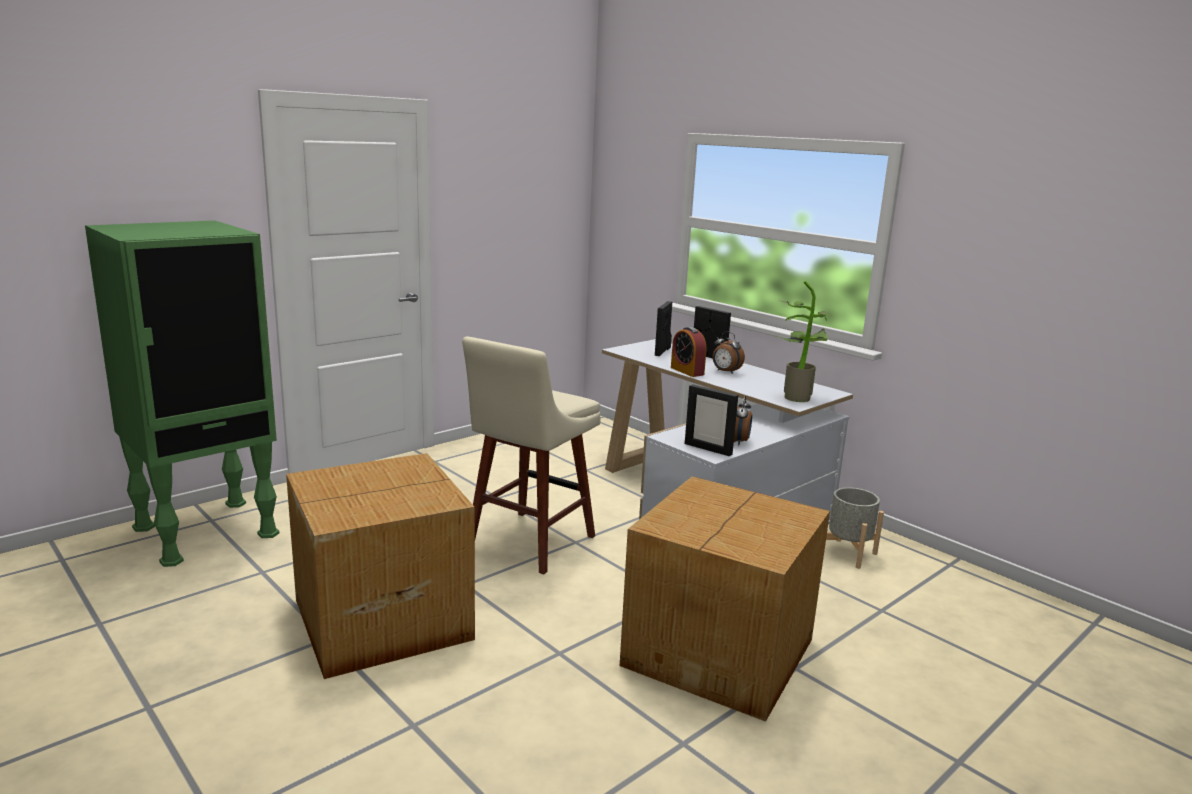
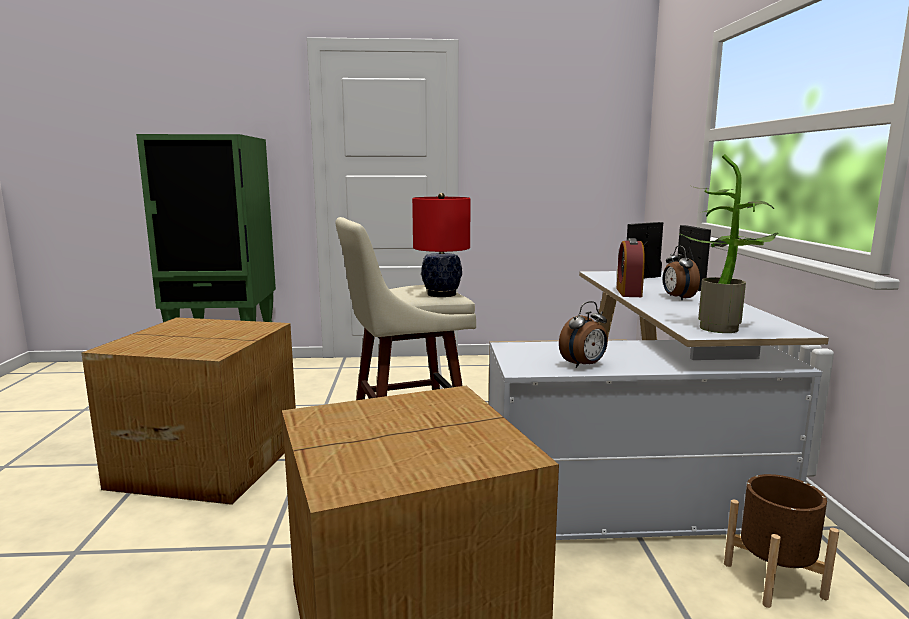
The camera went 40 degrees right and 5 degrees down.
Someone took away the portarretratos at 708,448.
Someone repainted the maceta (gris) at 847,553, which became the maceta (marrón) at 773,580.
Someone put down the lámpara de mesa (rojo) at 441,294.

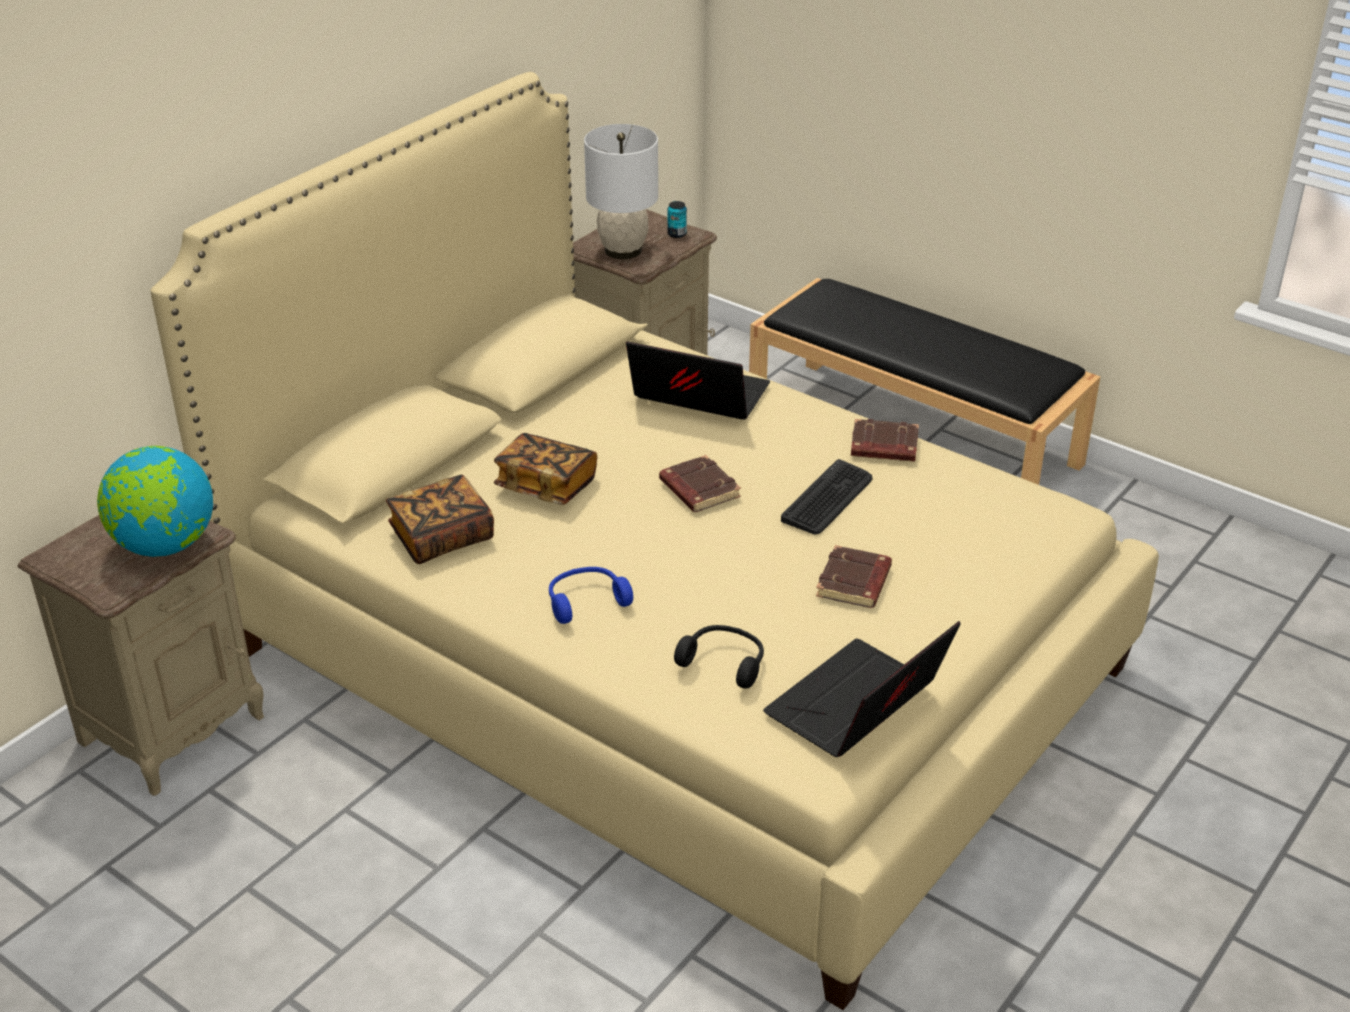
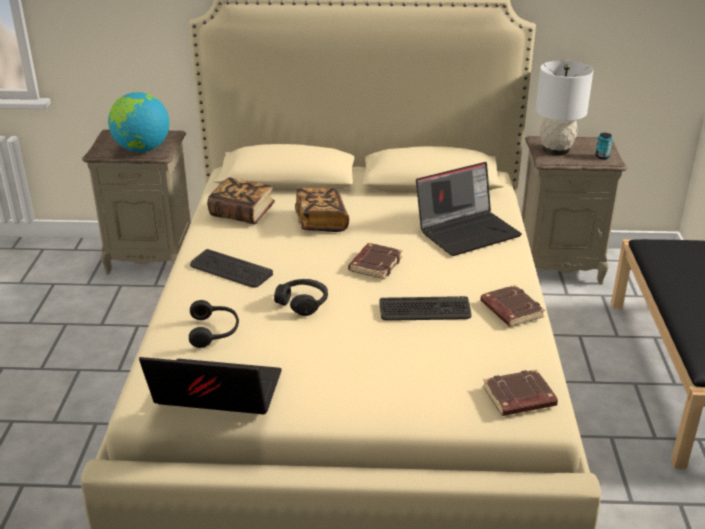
The camera went 55 degrees right and 5 degrees down.
Someone swapped the auriculares (azul) at 586,601 for the teclado at 230,270.
Someone rotated the portátil at 696,397 by 75 degrees clockwise.
Someone carried the libro (marrón) from 854,583 to 519,398.
Someone put down the auriculares (negro) at 303,303.

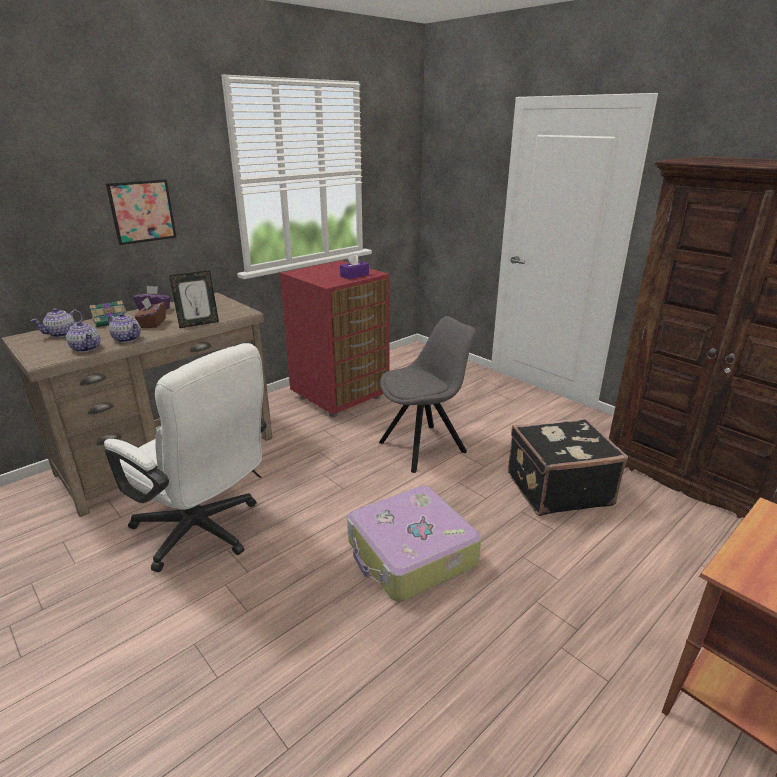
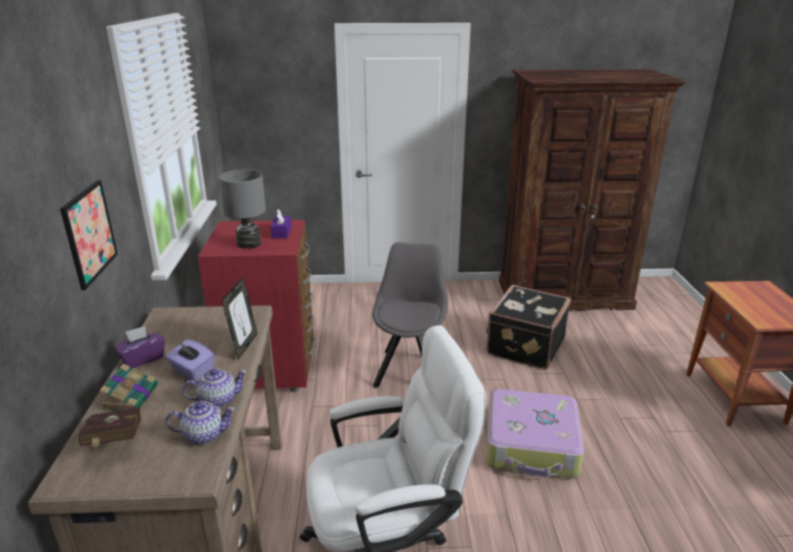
The camera went 50 degrees left and 0 degrees up.
Someone swapped the tetera at 62,334 for the libro (rojo) at 114,443.
Someone repainted the caja de pañuelos (marrón) at 152,323, which became the caja de pañuelos (morado) at 192,372.
Someone put down the lámpara de mesa (gris) at 249,244.

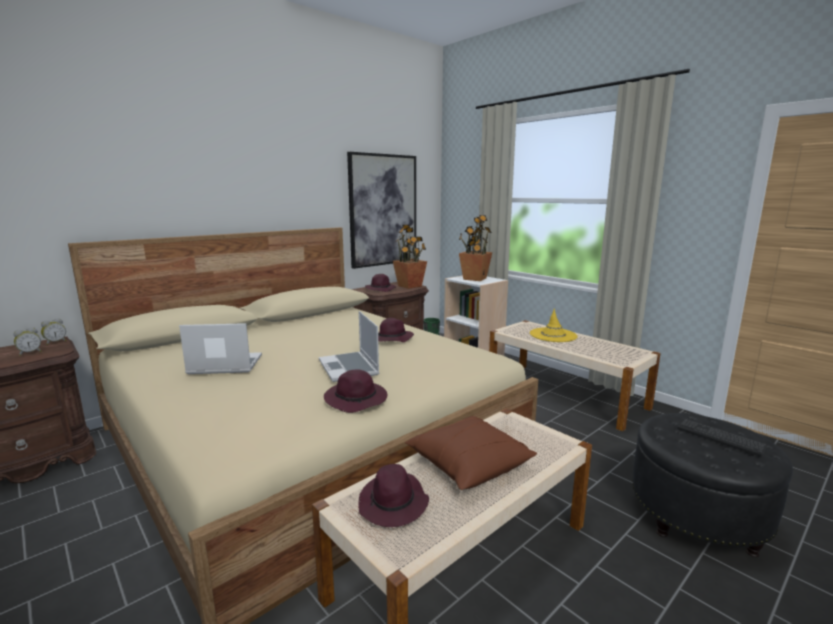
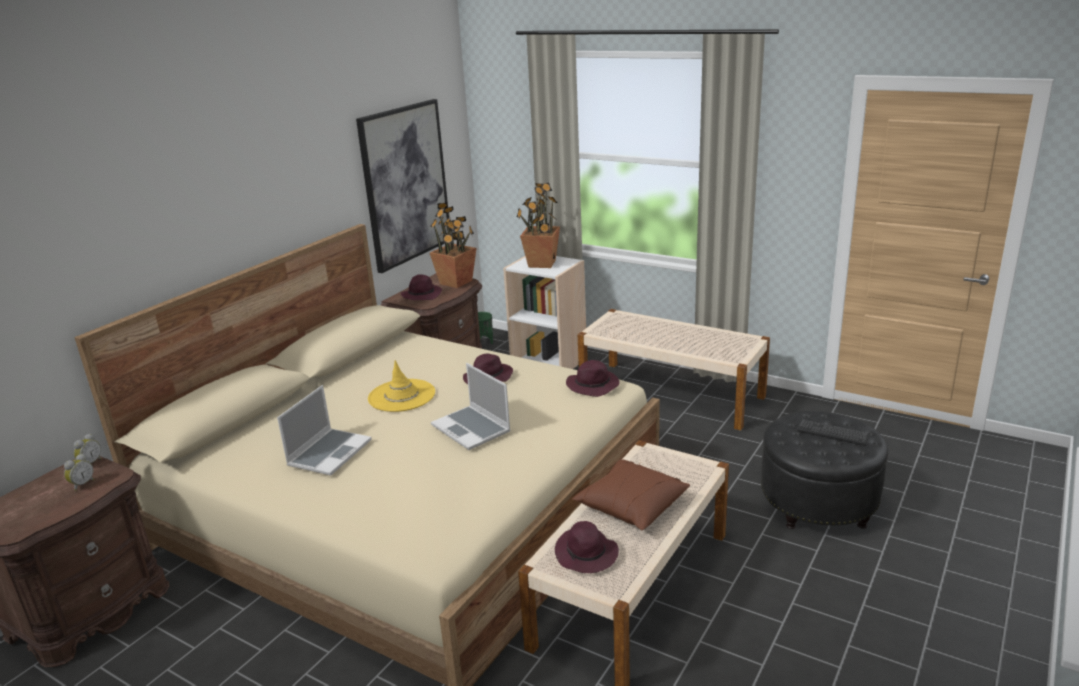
The camera went 15 degrees left and 10 degrees up.
Someone rotated the portátil at 224,365 by 135 degrees clockwise.
Someone carried the sombrero (morado) from 357,400 to 593,385.
Someone carried the sombrero (amarillo) from 553,335 to 402,396.

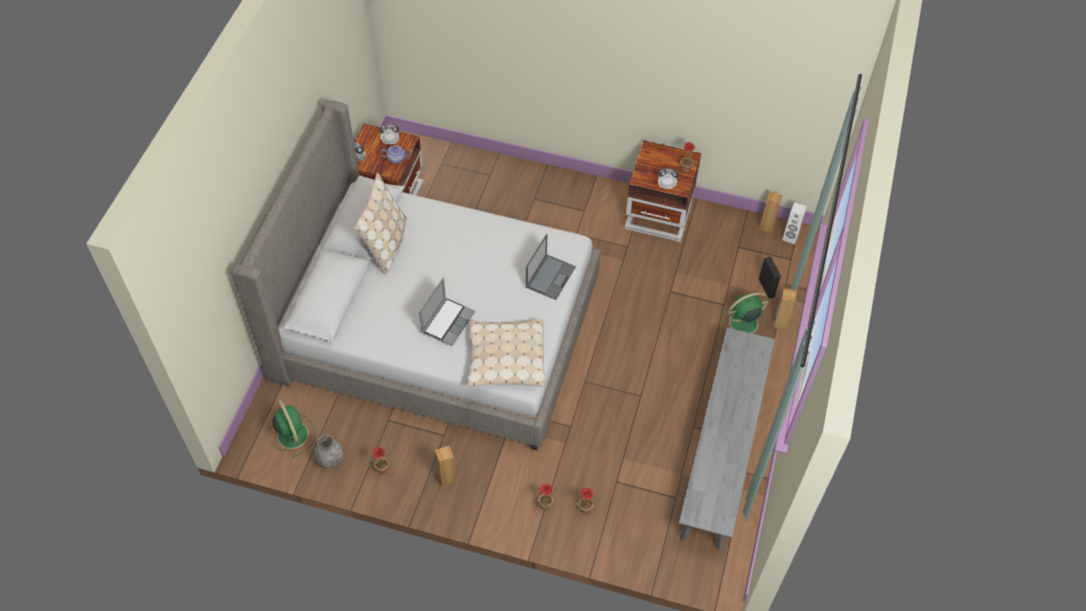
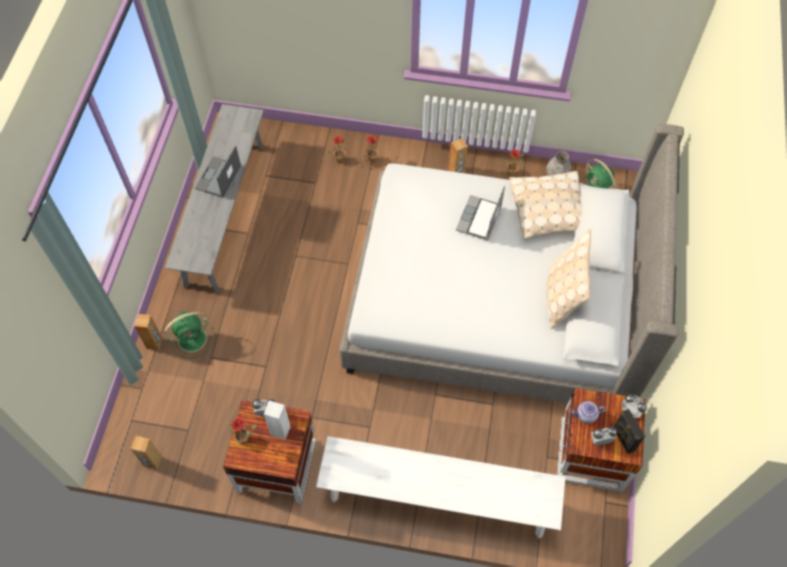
The camera went 175 degrees right and 5 degrees up.
Someone carried the cojín (beis) from 506,360 to 548,210.
Someone carried the portátil from 550,276 to 218,178.
Someone carried the altavoz (negro) from 767,287 to 622,439.
Someone carried the altavoz (blanco) from 790,238 to 280,430.
Someone put down the banco (blanco) at 438,499.

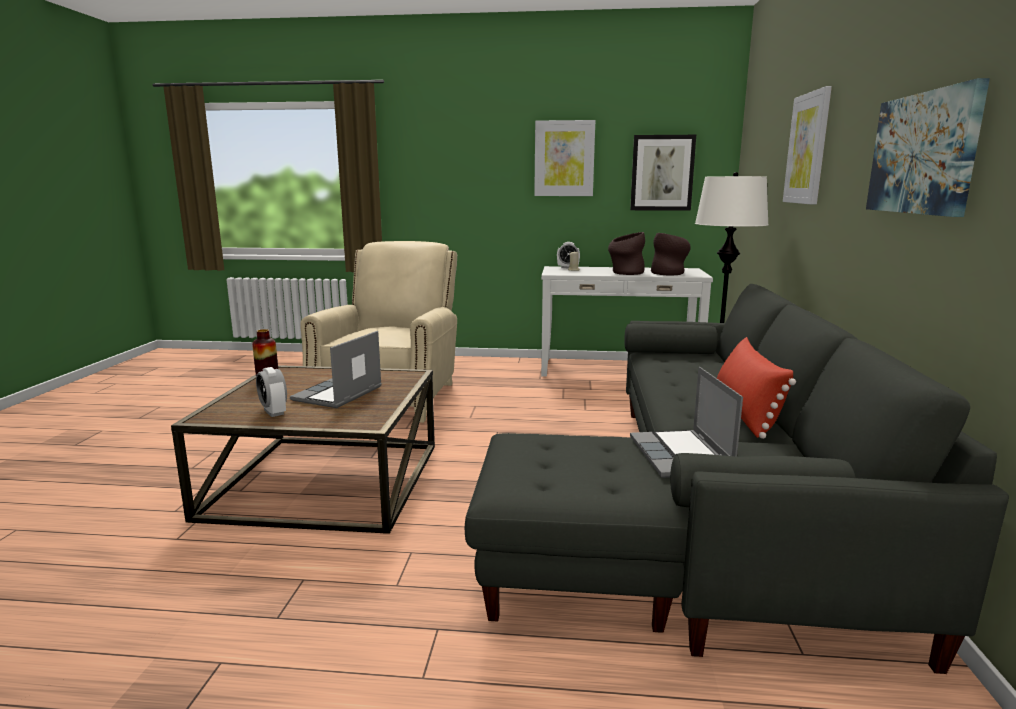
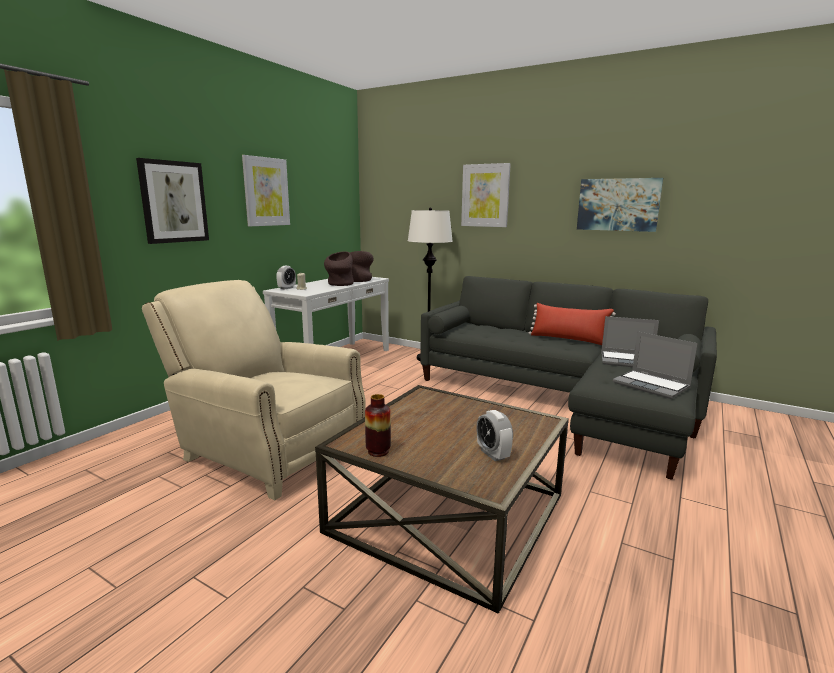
The camera went 65 degrees left and 0 degrees up.
Someone rotated the despertador at 274,412 by 75 degrees clockwise.
Someone carried the portátil from 338,394 to 652,385.
Someone carried the cuadro from 662,173 to 173,202.

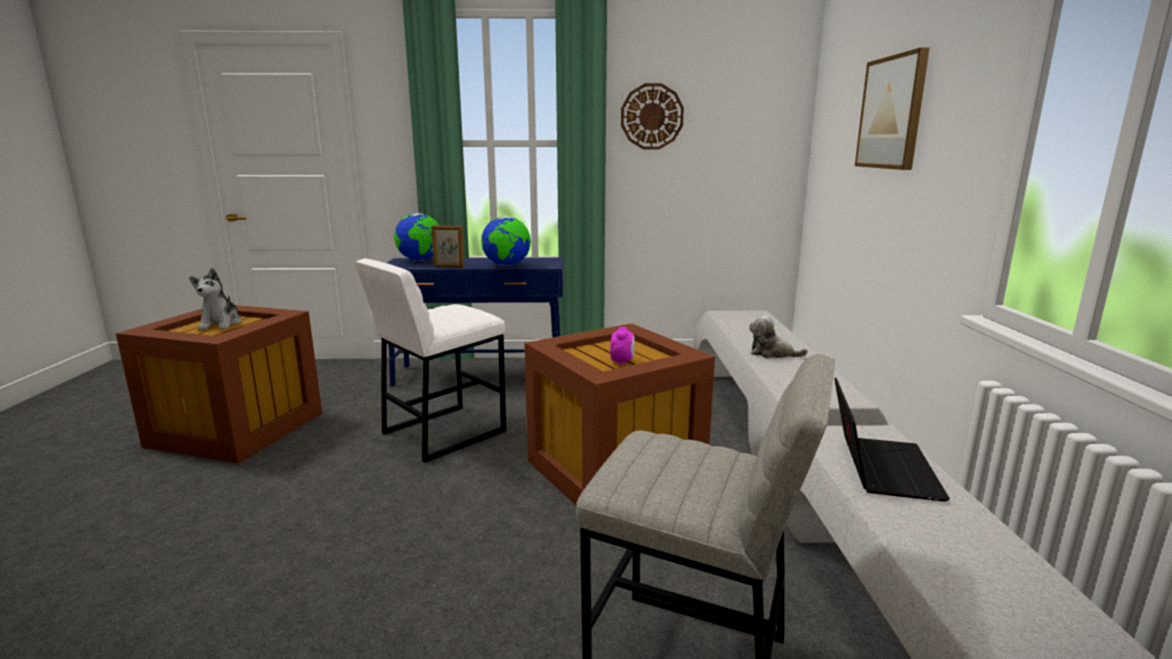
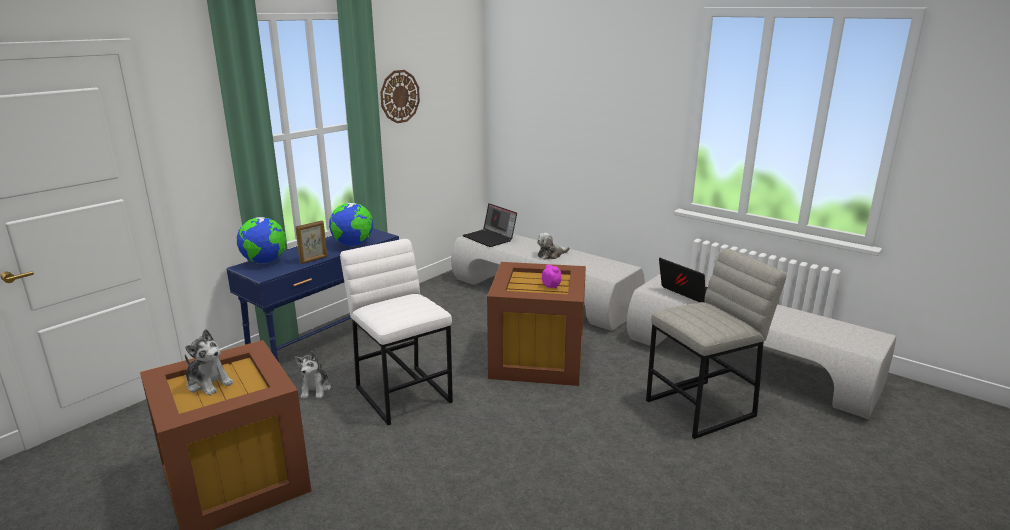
The camera went 50 degrees left and 5 degrees up.
Someone rotated the silla (blanco) at 441,433 by 150 degrees clockwise.
Someone took away the cuadro at 892,113.
Someone put down the peluche at 316,389.
Someone put down the portátil at 490,238.

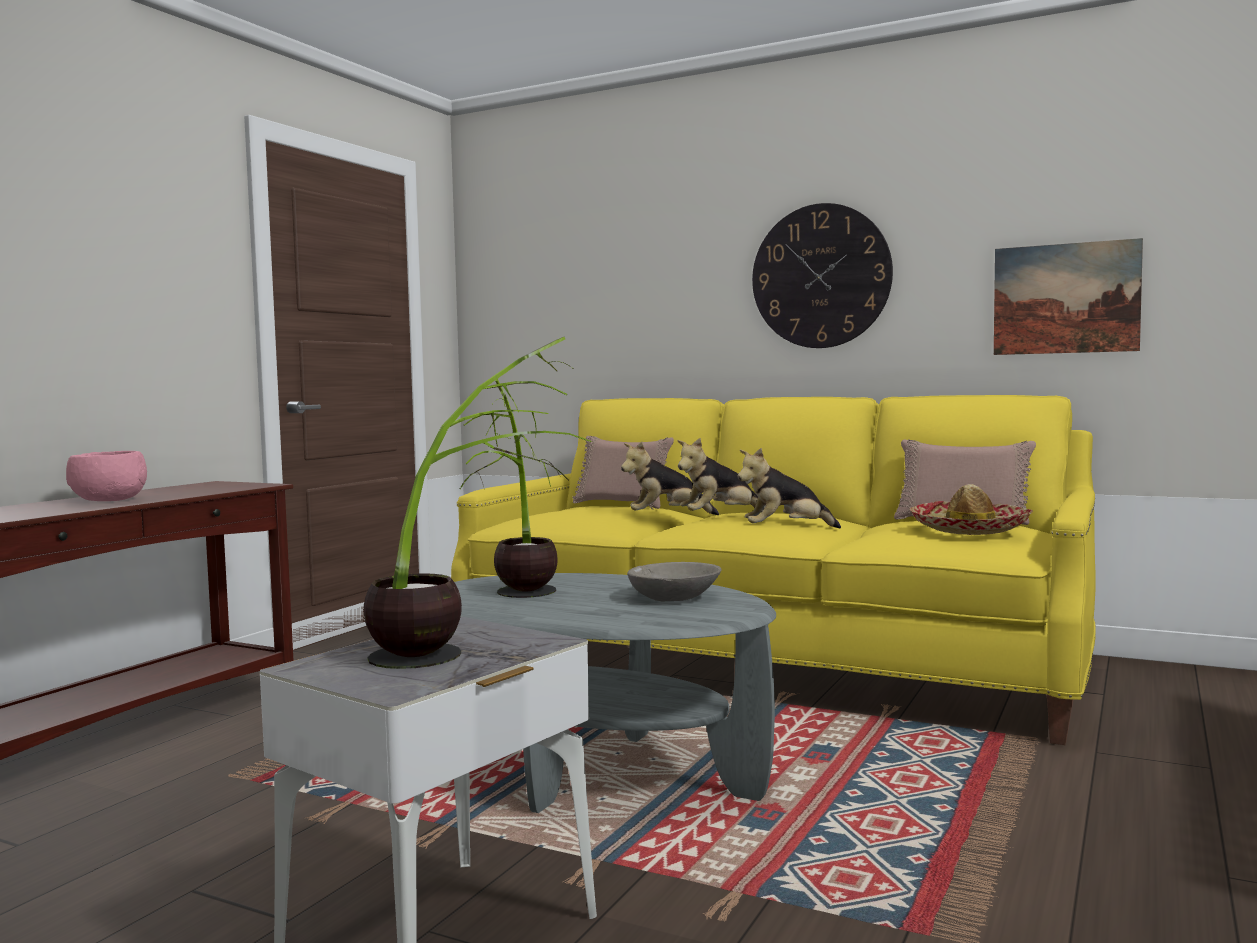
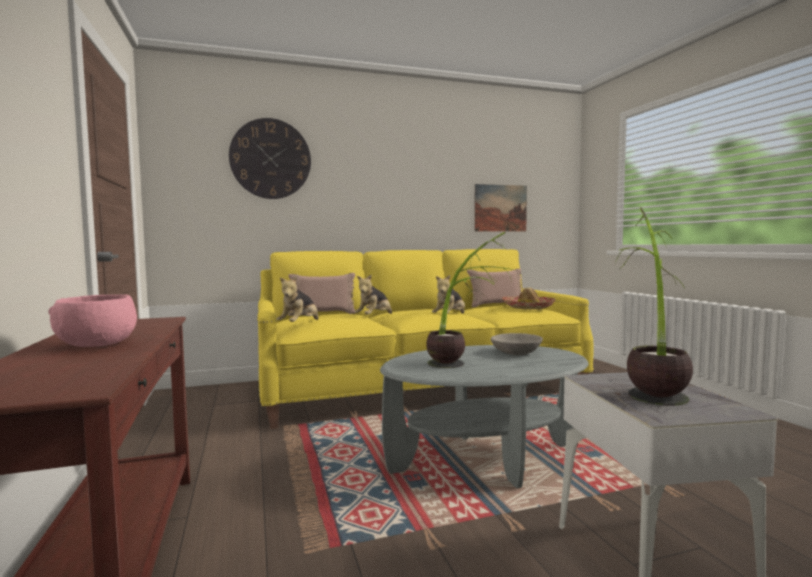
The camera went 45 degrees left and 0 degrees up.
Someone carried the peluche from 719,517 to 299,324.
Someone carried the reloj de pared from 821,276 to 270,159.

